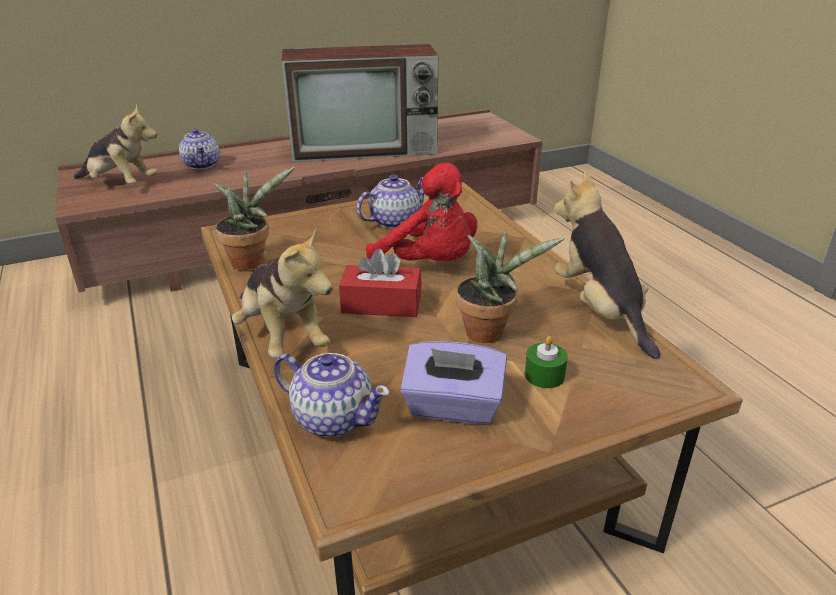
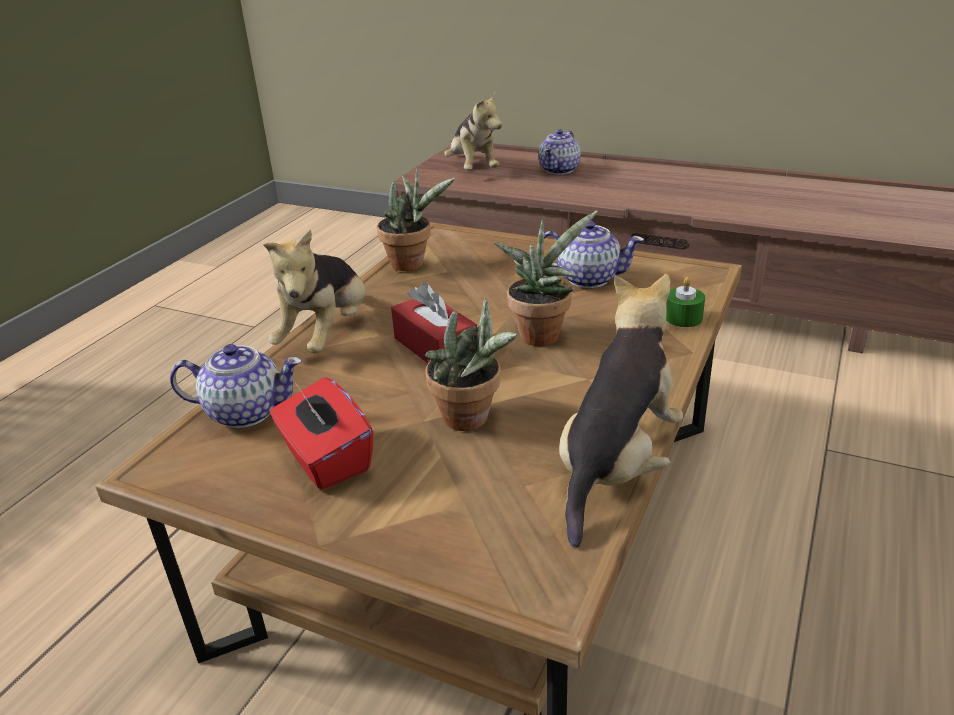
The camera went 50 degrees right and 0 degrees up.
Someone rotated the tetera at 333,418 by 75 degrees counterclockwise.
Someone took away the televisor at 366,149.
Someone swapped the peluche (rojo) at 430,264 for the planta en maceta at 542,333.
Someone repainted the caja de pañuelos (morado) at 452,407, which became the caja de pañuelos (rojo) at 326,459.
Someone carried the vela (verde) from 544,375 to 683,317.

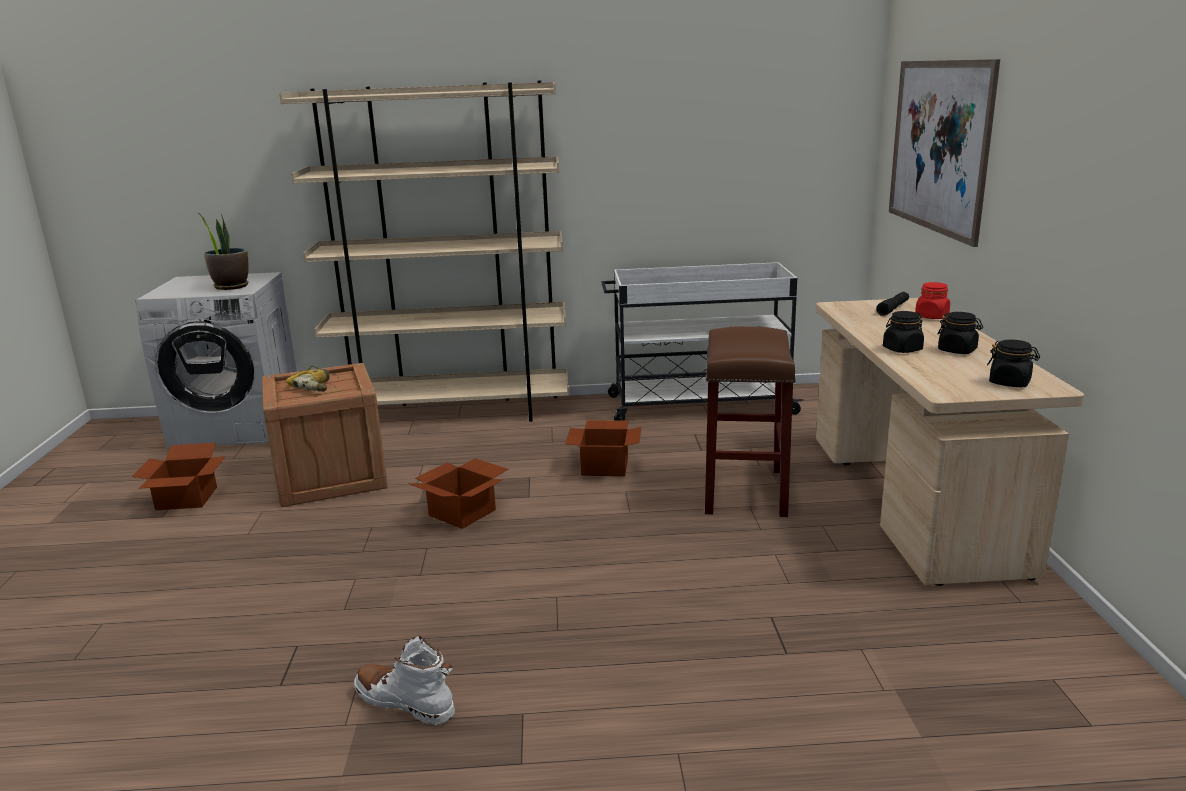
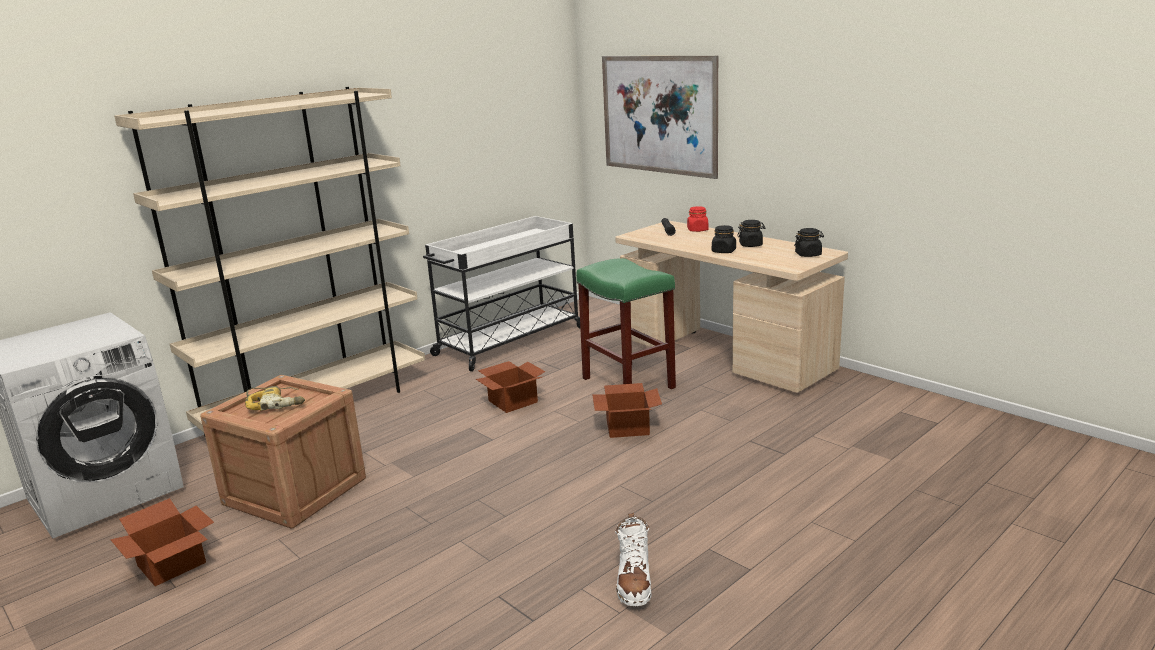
The camera went 40 degrees left and 0 degrees up.
Someone took away the planta en maceta at 231,287.
Someone rotated the bota (blanco) at 405,702 by 75 degrees counterclockwise.
Someone carried the caja de cartón from 464,512 to 628,426.
Someone repainted the taburete (marrón) at 743,490, which became the taburete (verde) at 627,383.

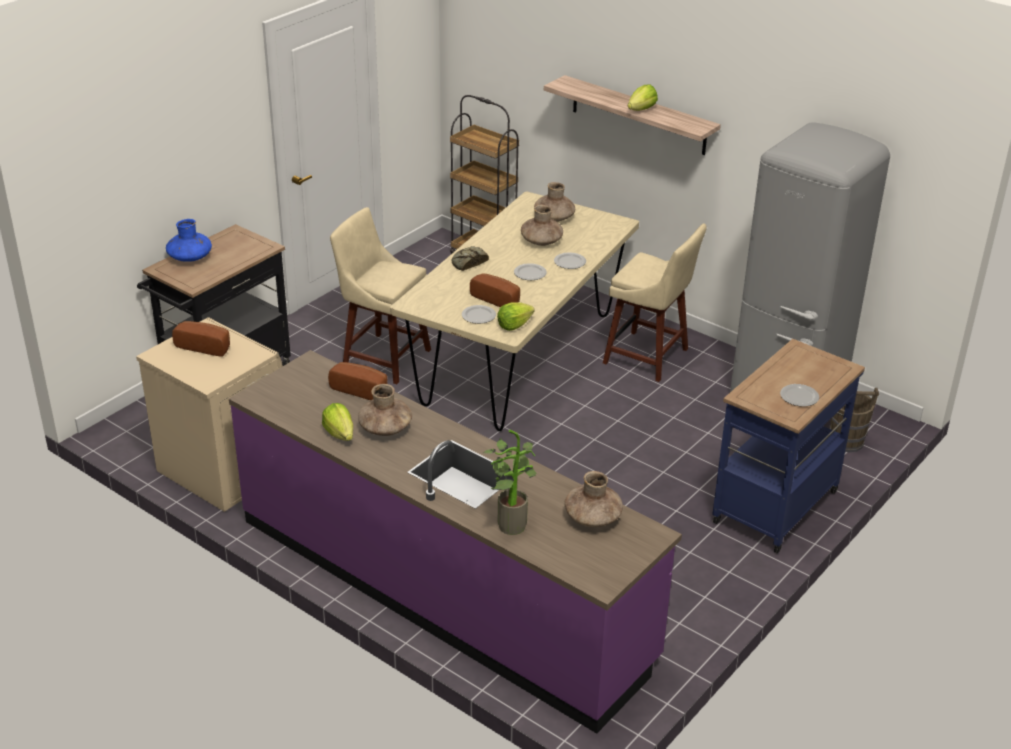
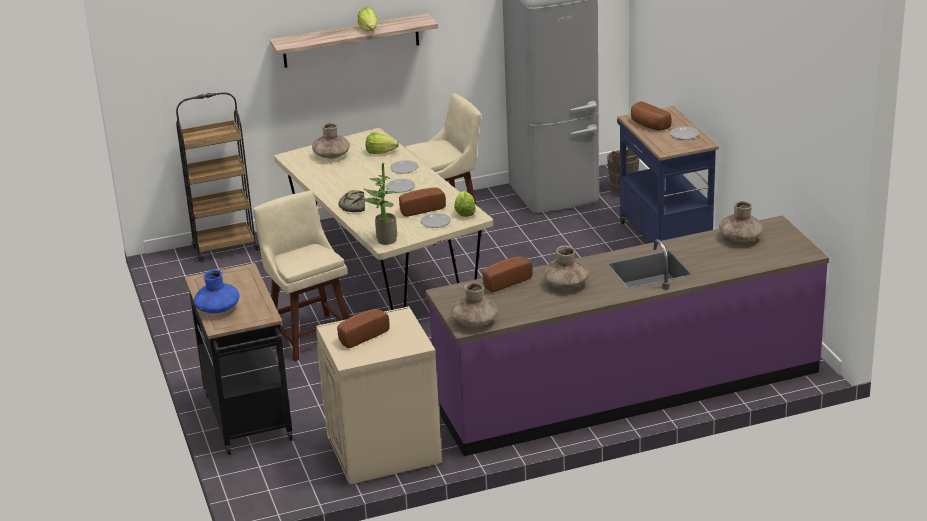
The camera went 55 degrees left and 5 degrees down.
Someone carried the lechuga from 340,434 to 380,152.
Someone rotated the silla (beis) at 383,357 by 90 degrees clockwise.
Someone carried the planta en maceta from 510,523 to 383,240.
Someone carried the florero (marrón) from 541,241 to 474,321.
Someone put down the pan at 648,125.

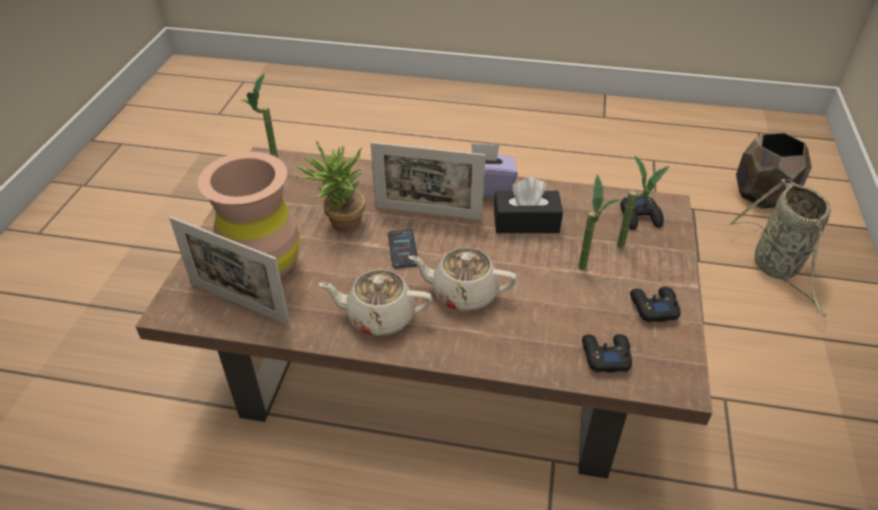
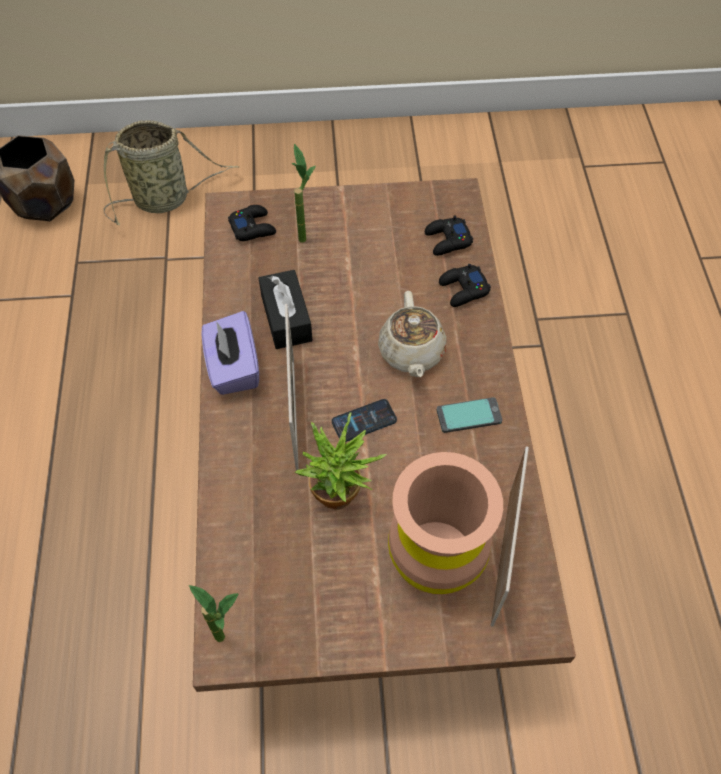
The camera went 105 degrees left and 15 degrees up.
Someone swapped the tetera (beis) at 379,317 for the móvil at 468,415.
Someone took away the planta en maceta at 586,273.
Someone carried the mando de consola (negro) from 653,307 to 463,290.

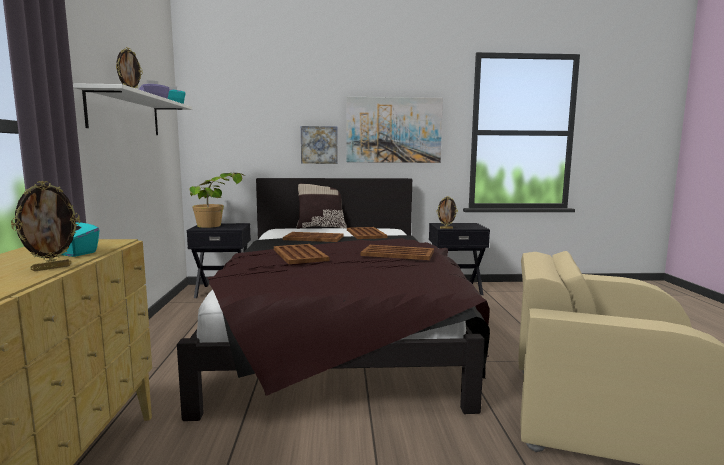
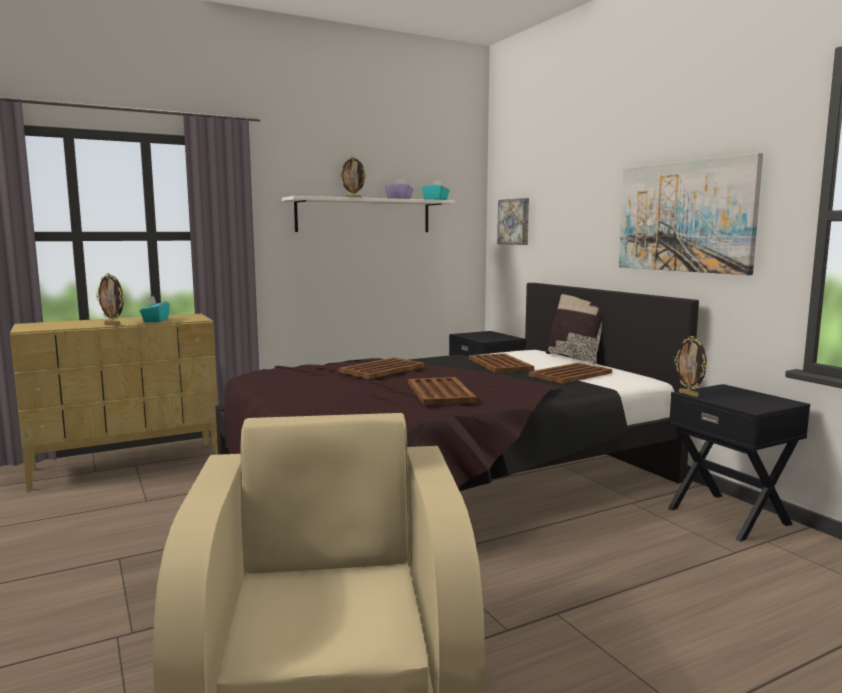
The camera went 65 degrees right and 0 degrees up.
Someone took away the planta en maceta at 217,227.
Someone carried the cuadro from 319,145 to 514,221.

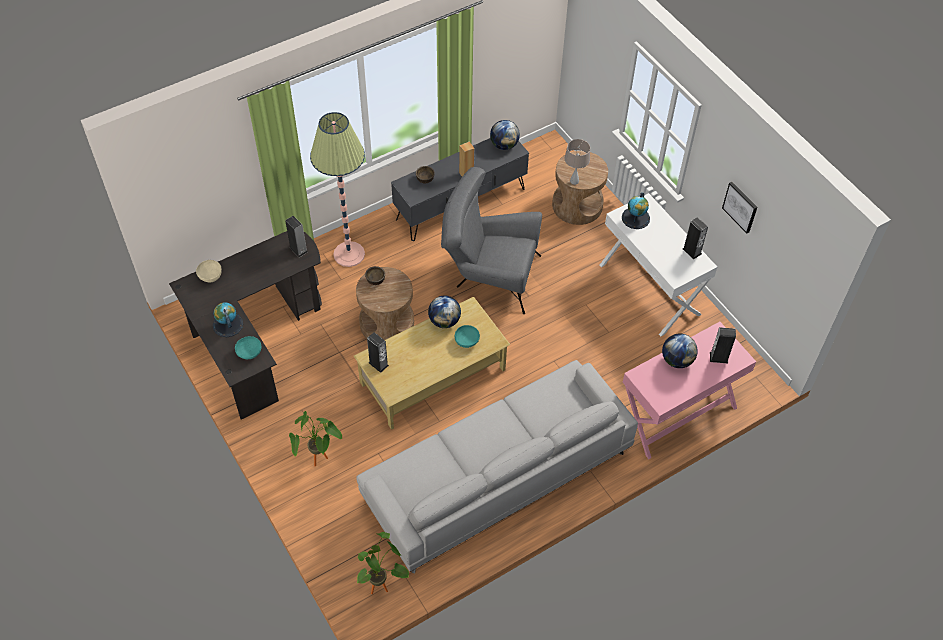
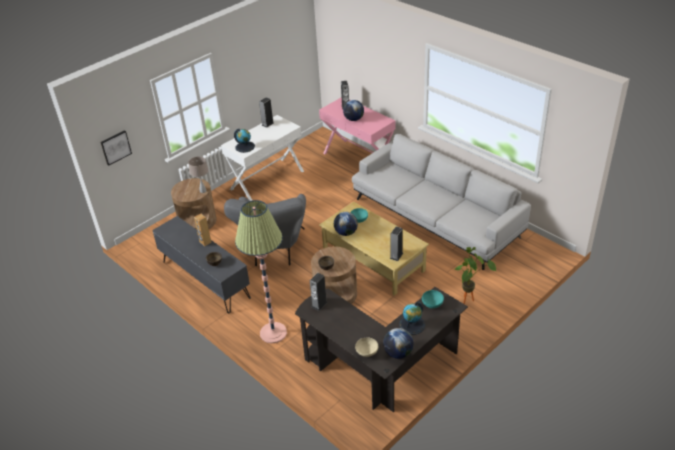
The camera went 100 degrees left and 15 degrees down.
Someone took away the planta en maceta at 383,586.
Someone carried the globo terráqueo from 504,145 to 398,353.
Someone carried the cuadro from 740,207 to 115,147.

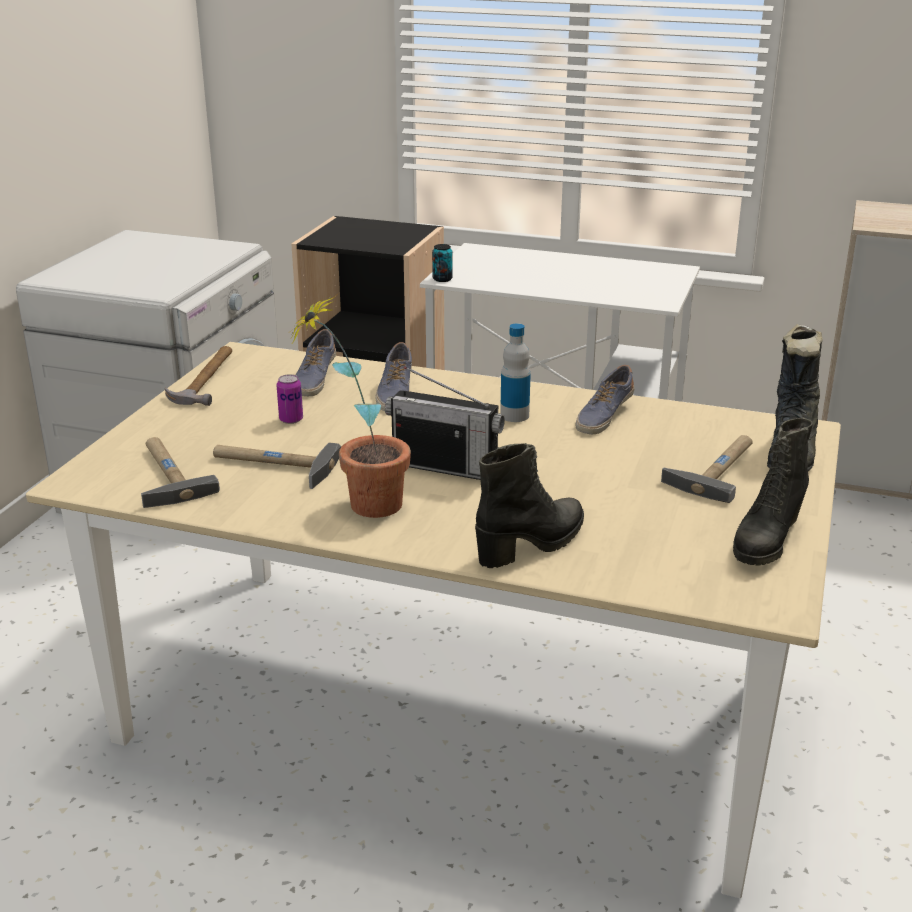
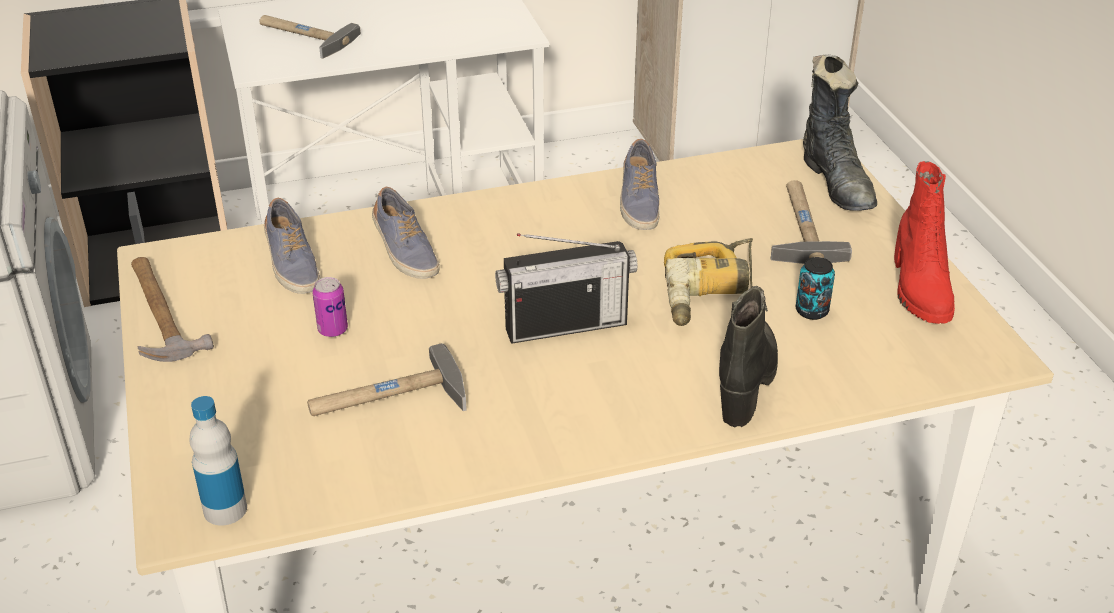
The camera went 35 degrees left and 10 degrees up.
Someone carried the martillo from 166,474 to 302,37.
Someone took away the planta en maceta at 359,505.
Someone carried the lata from 442,279 to 811,311.
Someone carried the botella from 514,415 to 225,509.
Someone repainted the bota (negro) at 766,540, which became the bota (rojo) at 918,290.
Someone put down the taladro at 710,293.

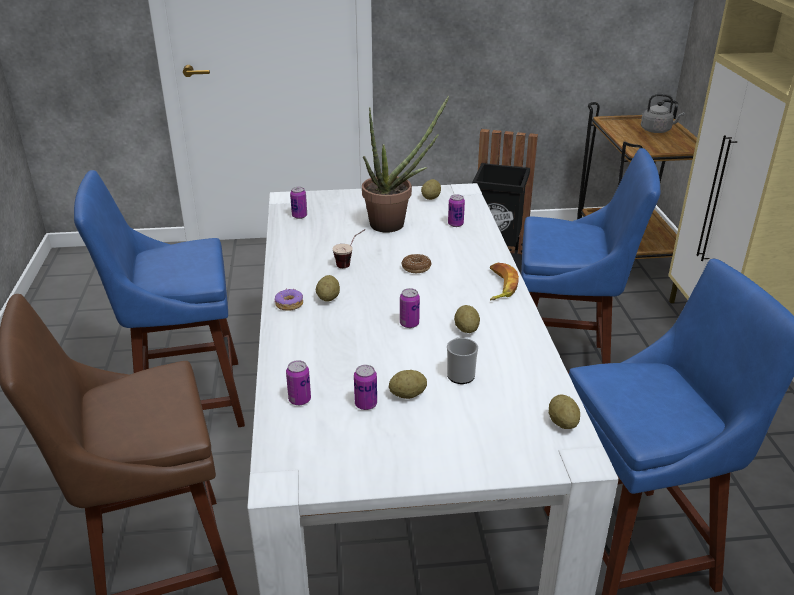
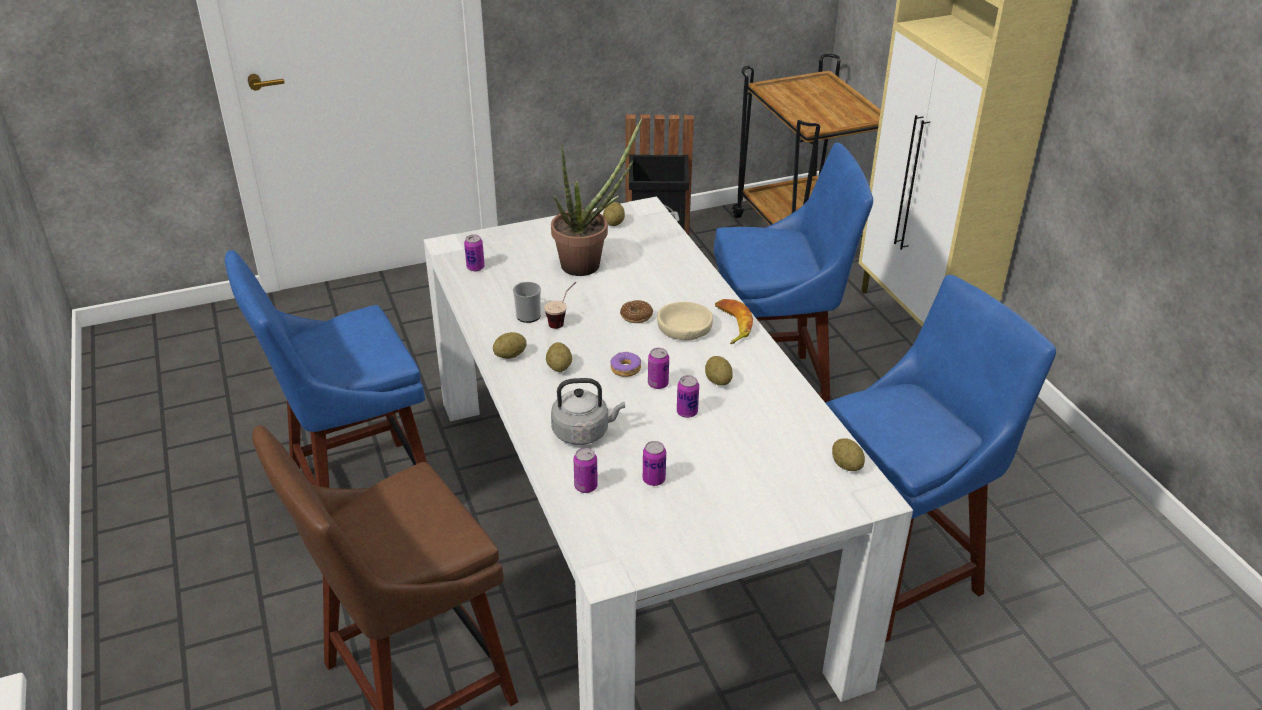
The camera went 15 degrees left and 5 degrees up.
Someone carried the rosquilla from 289,304 to 625,369.
Someone carried the patata from 407,395 to 510,355.
Someone carried the taza grande from 460,373 to 527,314.
Someone carried the lata from 455,224 to 687,412.
Someone carried the hervidor (gris) from 657,130 to 584,432.
Someone put down the cuenco (beis) at 684,328.

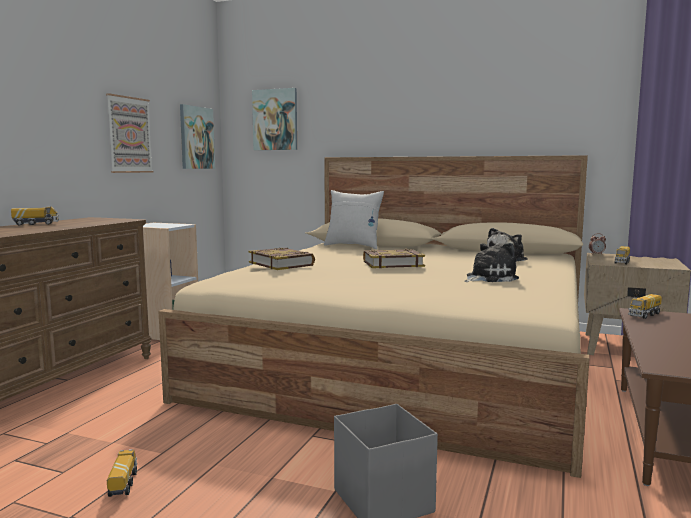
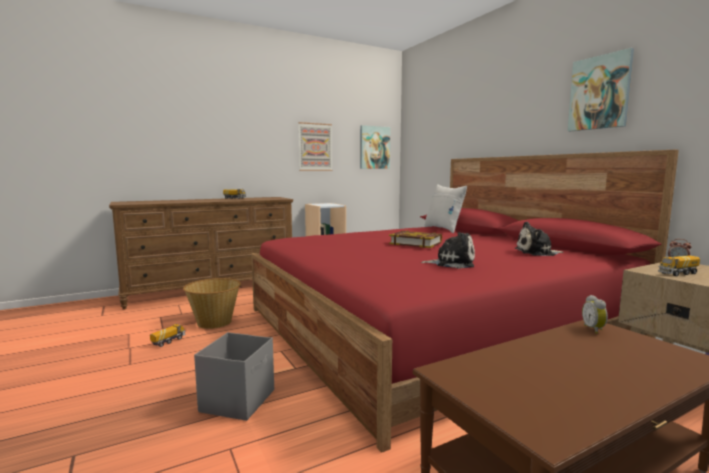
The camera went 40 degrees right and 0 degrees up.
Someone repainted the cama (beis) at 407,361, which became the cama (rojo) at 432,325.
Someone took away the libro at 281,264.
Someone carried the cuadro from 275,120 to 599,93.
Someone swapped the camión de juguete at 644,315 for the despertador at 594,329.
Someone put down the cesta at 214,322.

